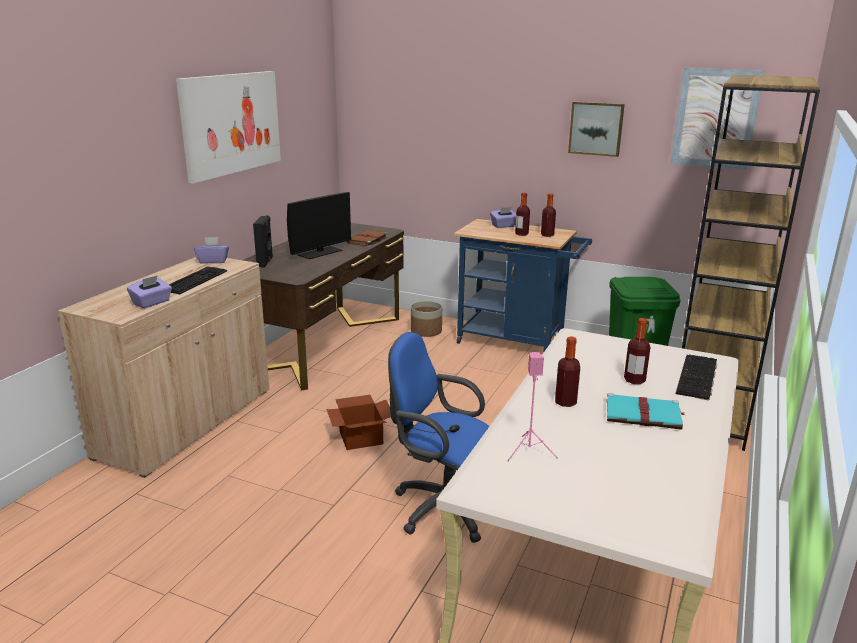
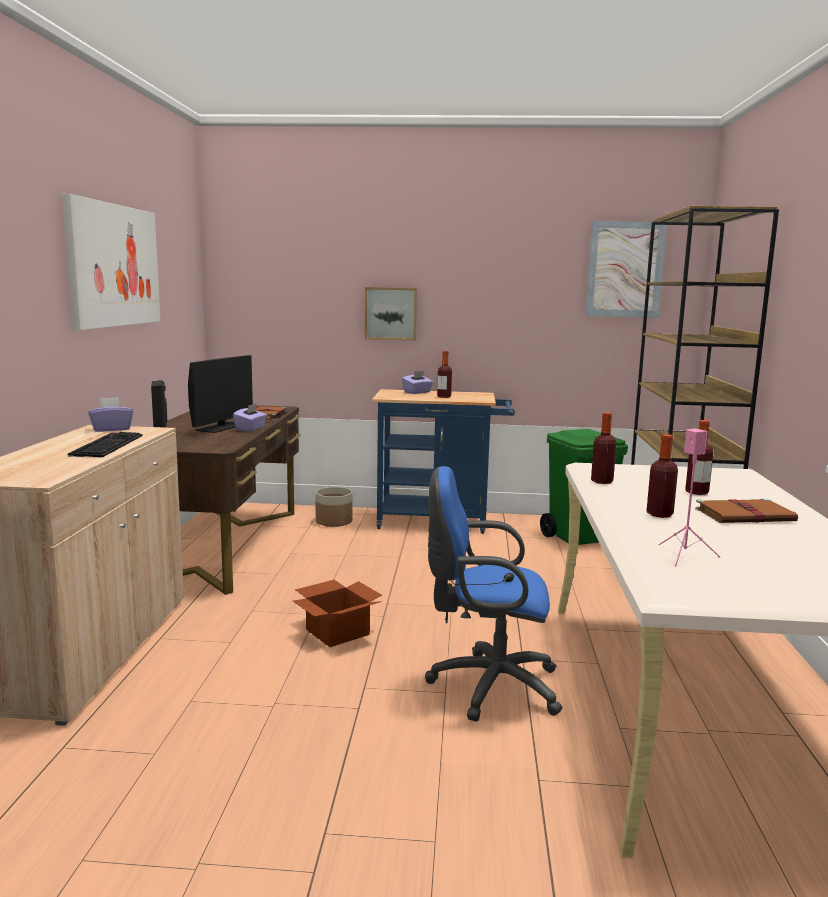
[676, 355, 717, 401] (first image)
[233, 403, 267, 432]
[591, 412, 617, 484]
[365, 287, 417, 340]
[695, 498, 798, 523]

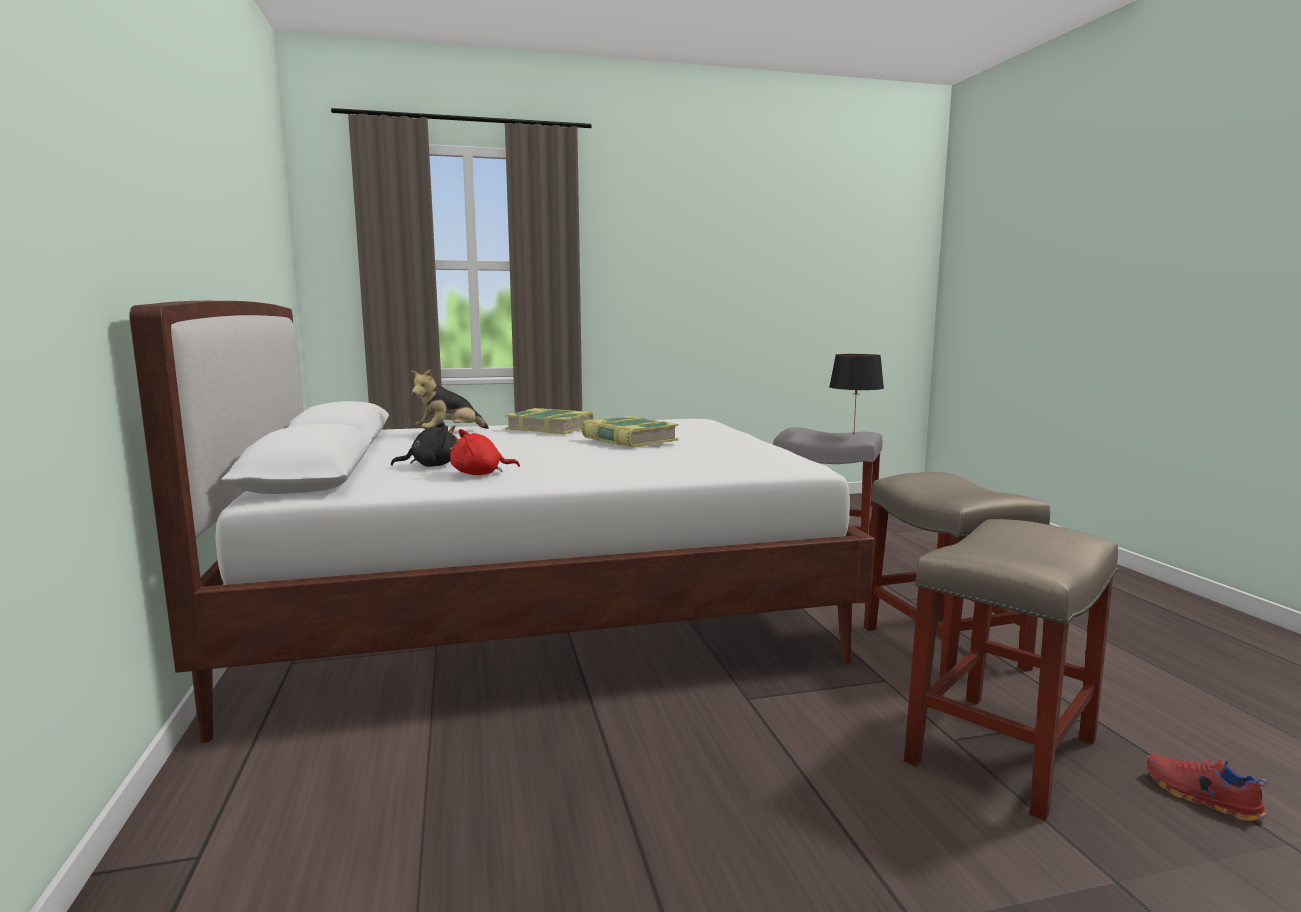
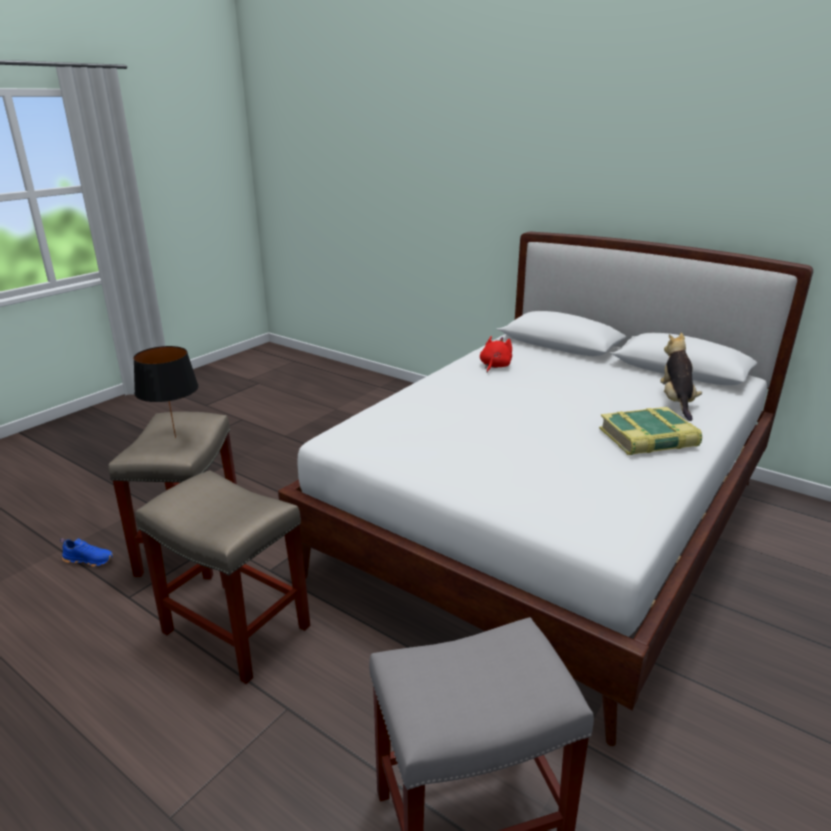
[391, 422, 456, 467] (first image)
[581, 416, 678, 448] (first image)
[133, 346, 199, 438]
[60, 538, 113, 567]

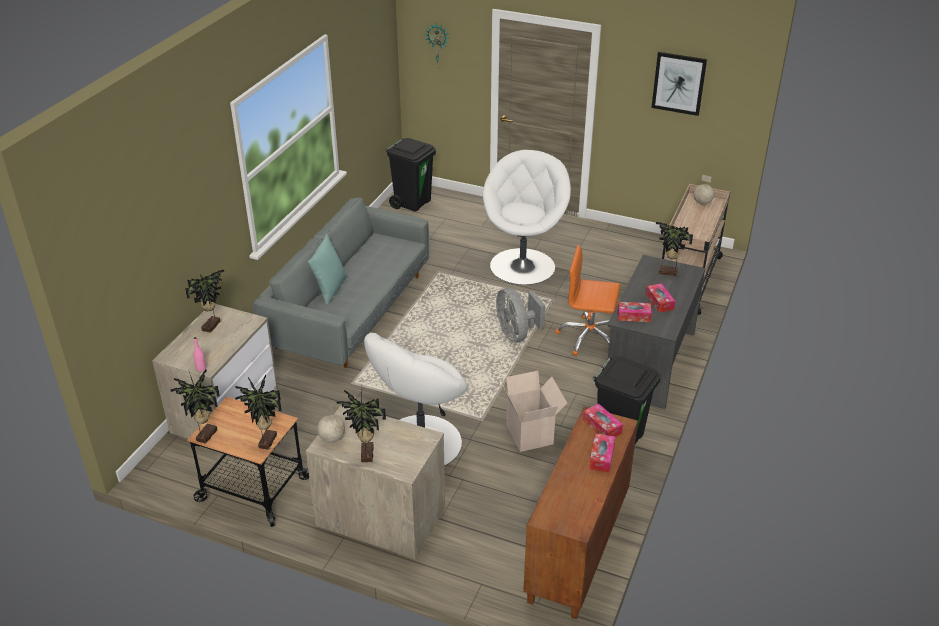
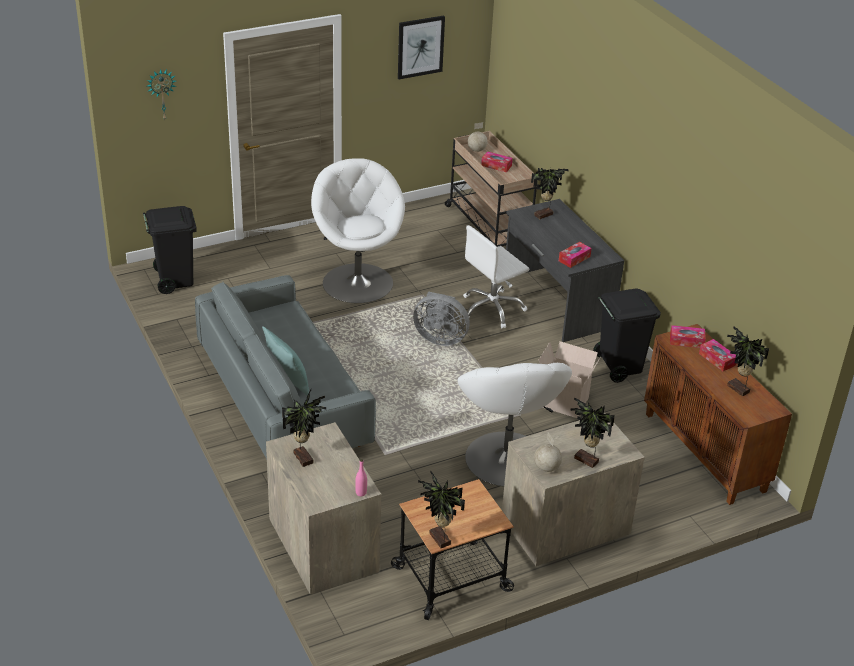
[727, 326, 769, 396]
[481, 151, 513, 172]
[463, 225, 529, 329]

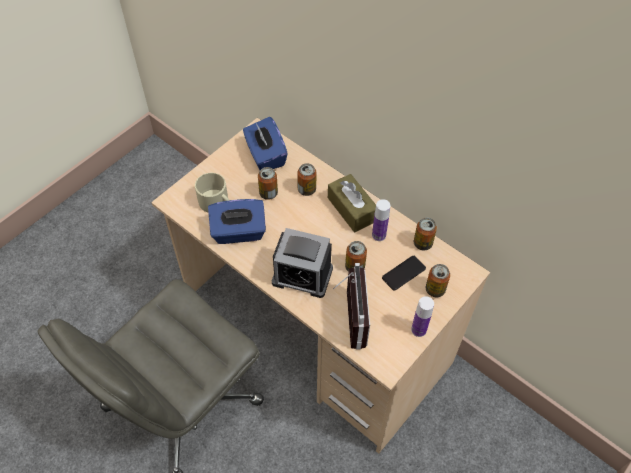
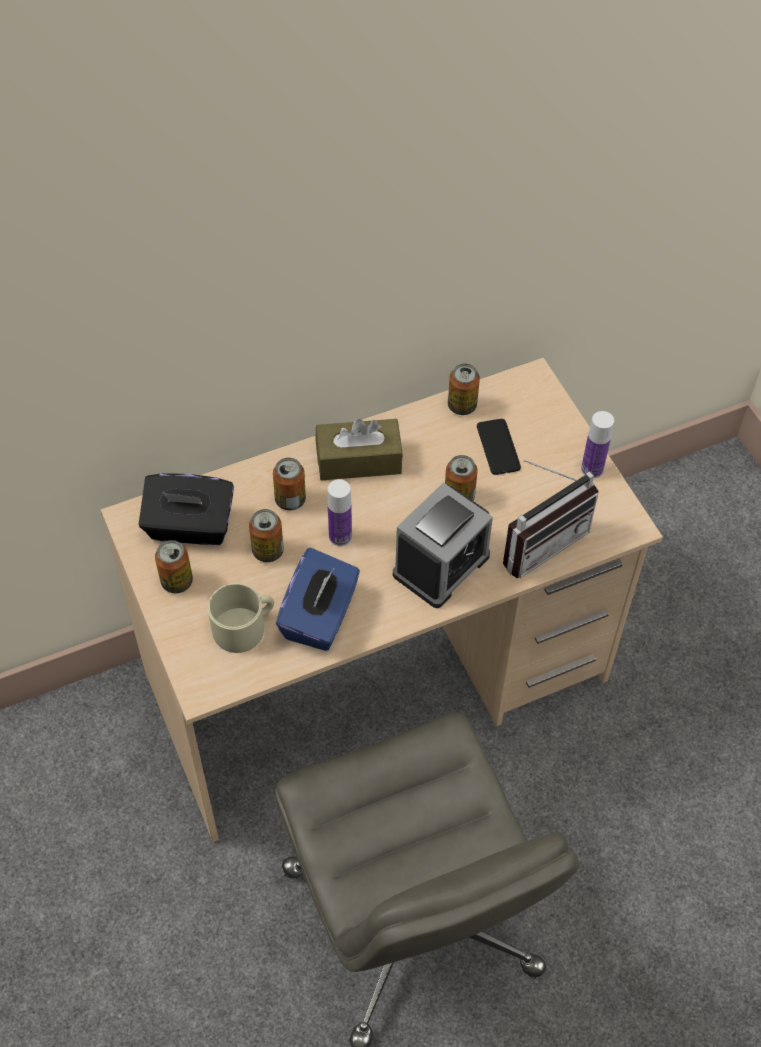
[328, 479, 352, 546]
[155, 540, 193, 593]
[139, 473, 234, 545]
[503, 460, 598, 579]

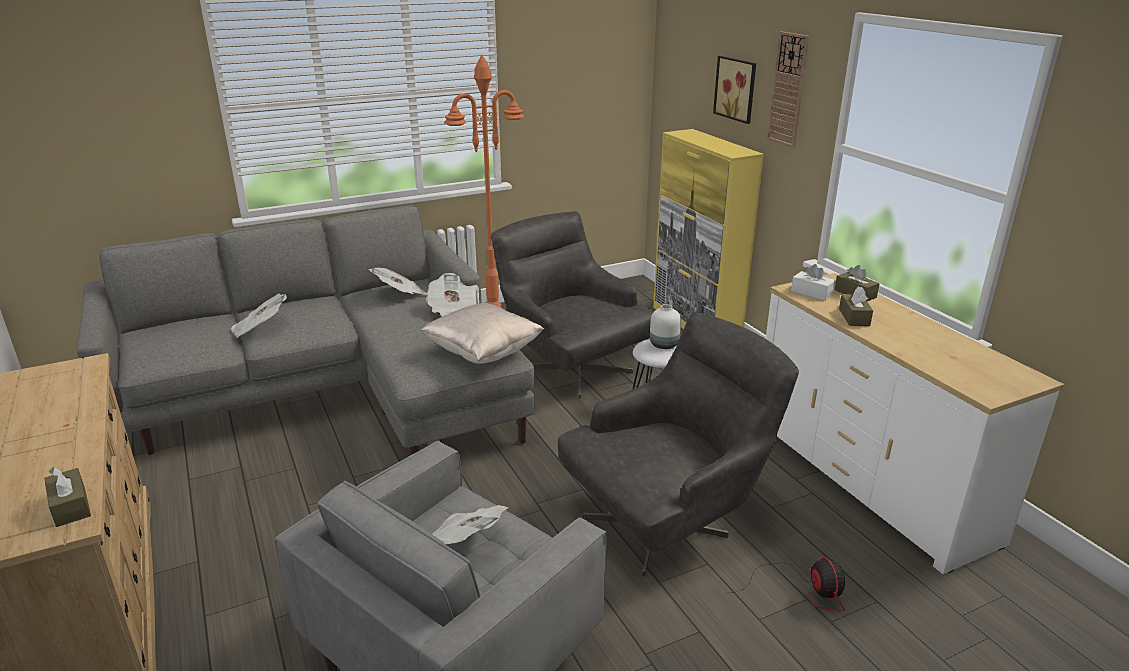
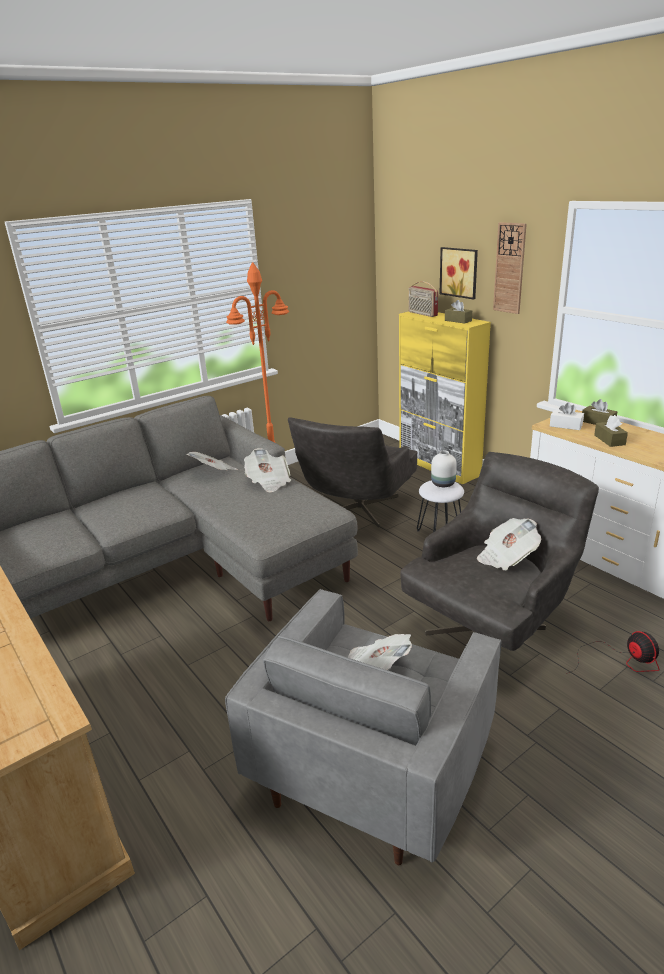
[421, 303, 544, 364] (first image)
[409, 282, 438, 317]
[445, 300, 472, 324]
[477, 518, 541, 570]
[288, 418, 417, 527]

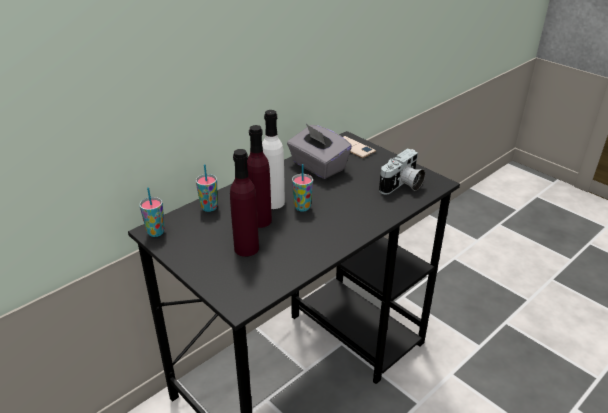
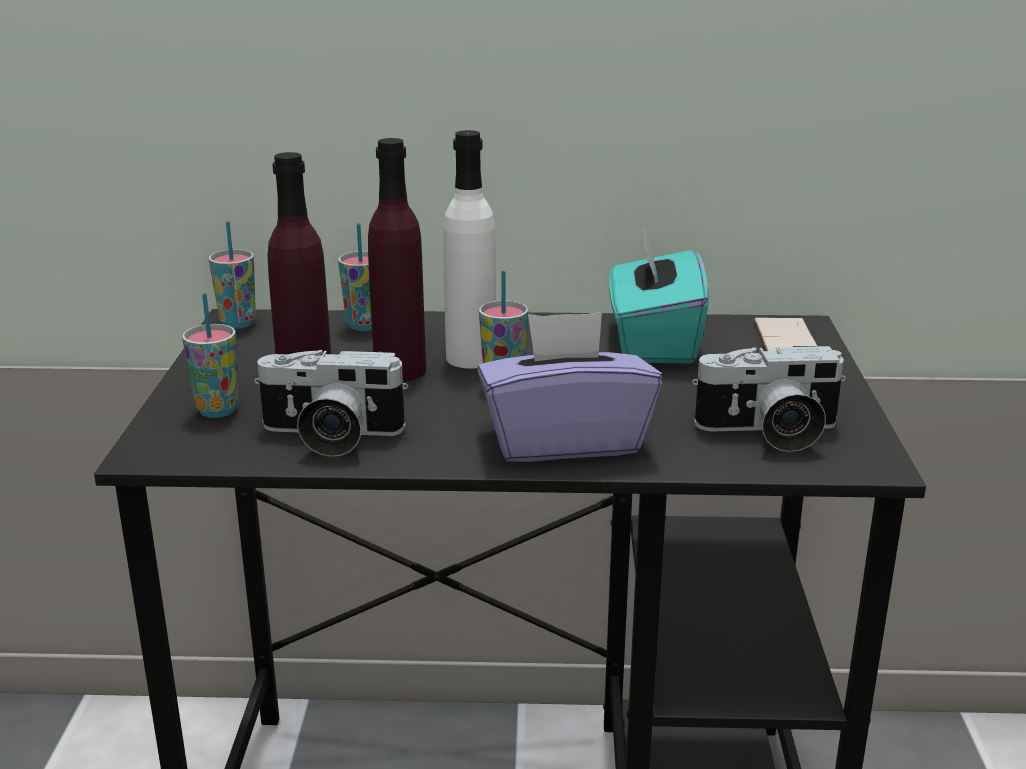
[182, 293, 239, 418]
[254, 350, 408, 457]
[477, 312, 663, 462]
[609, 229, 709, 364]

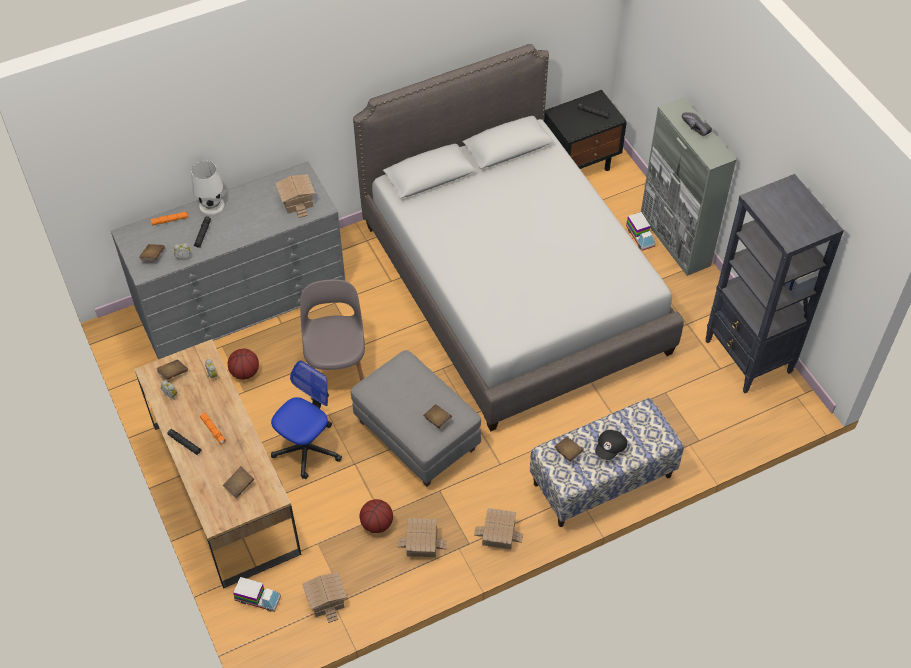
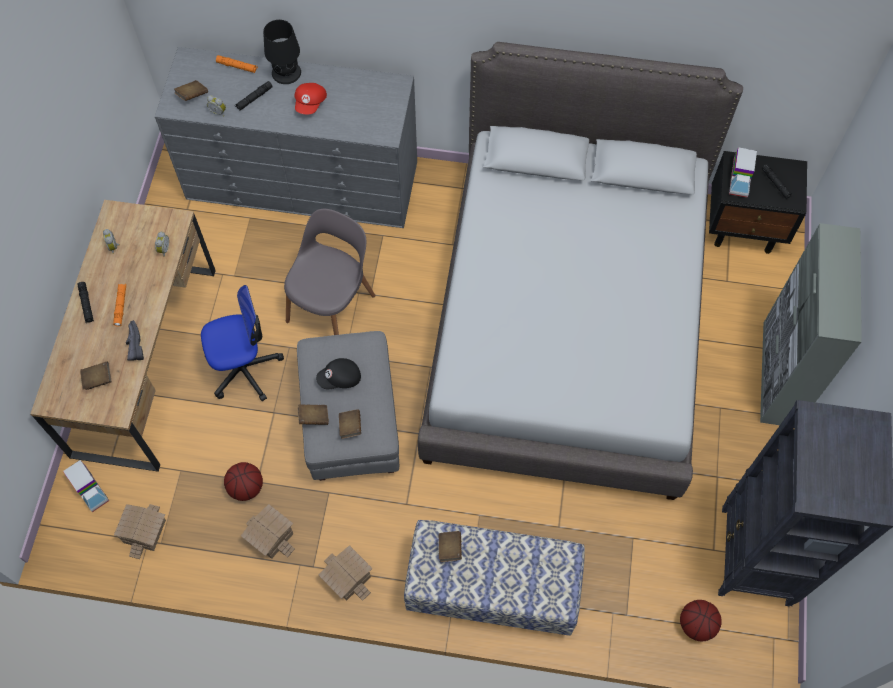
[275, 174, 315, 218] (first image)
[294, 83, 327, 114]
[298, 404, 329, 425]
[680, 600, 722, 641]
[316, 358, 361, 390]
[729, 147, 757, 198]
[126, 320, 144, 361]
[263, 20, 301, 84]

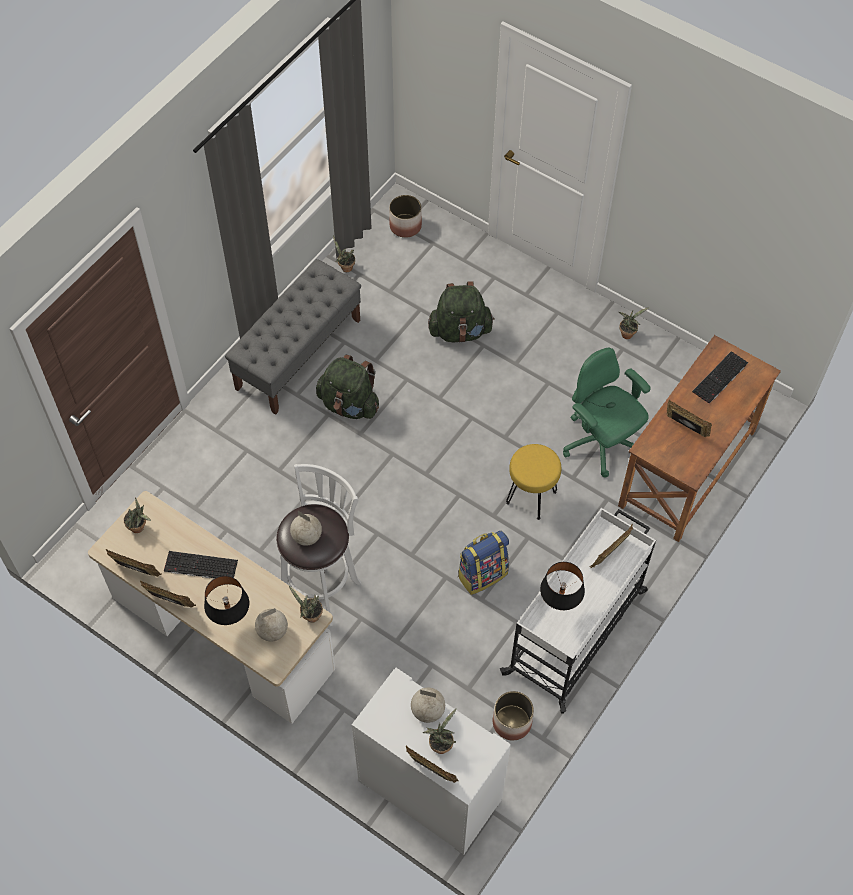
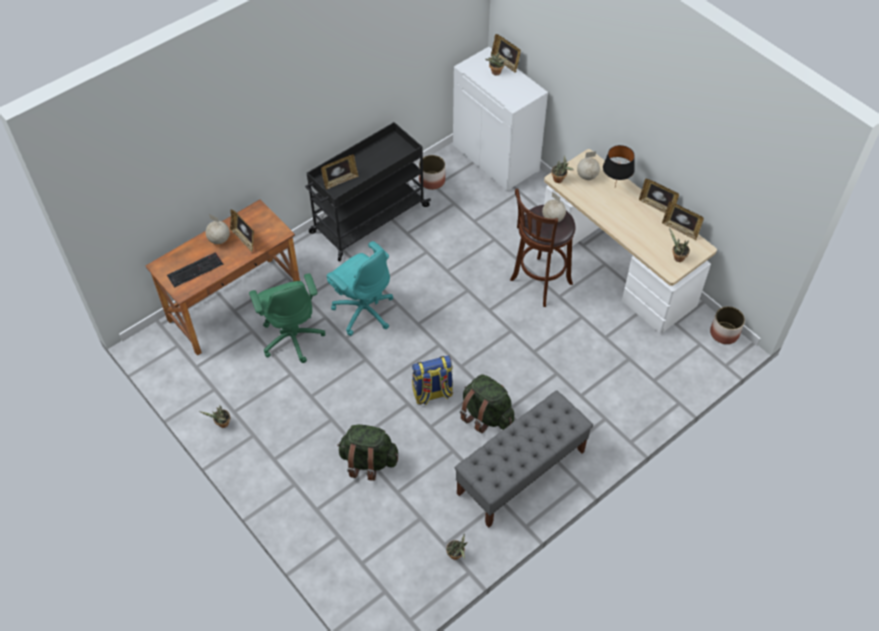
[164, 551, 238, 578] (first image)
[540, 562, 585, 610] (first image)
[710, 306, 745, 344]
[206, 214, 230, 244]
[412, 356, 453, 405]
[327, 241, 393, 336]
[510, 189, 576, 307]
[305, 122, 431, 261]

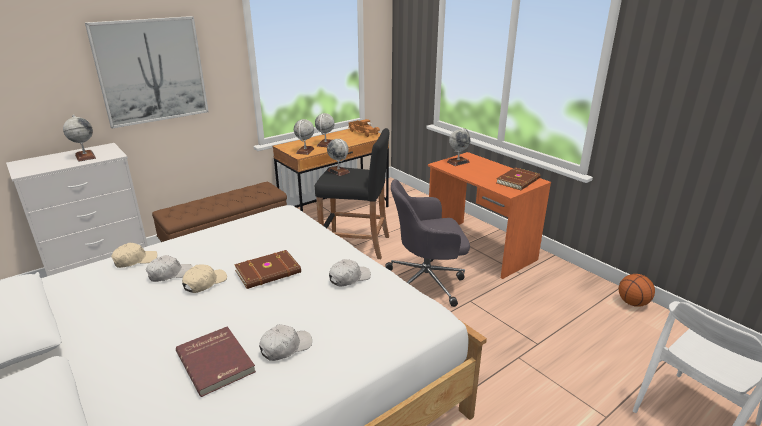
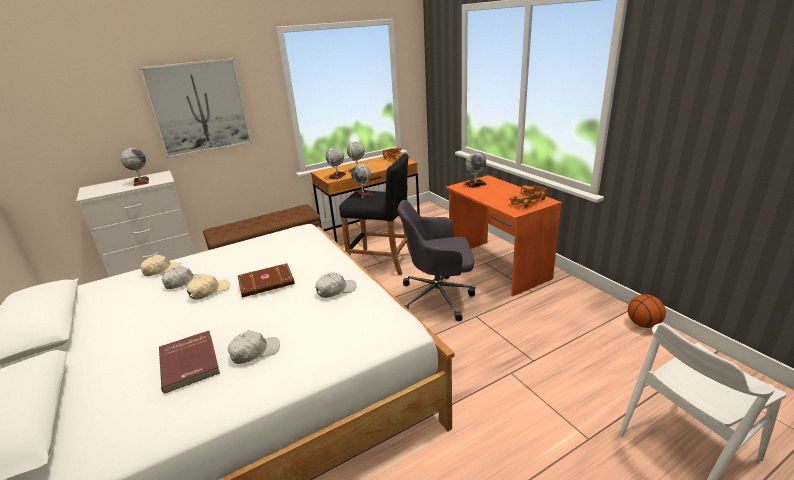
[509, 185, 547, 208]

